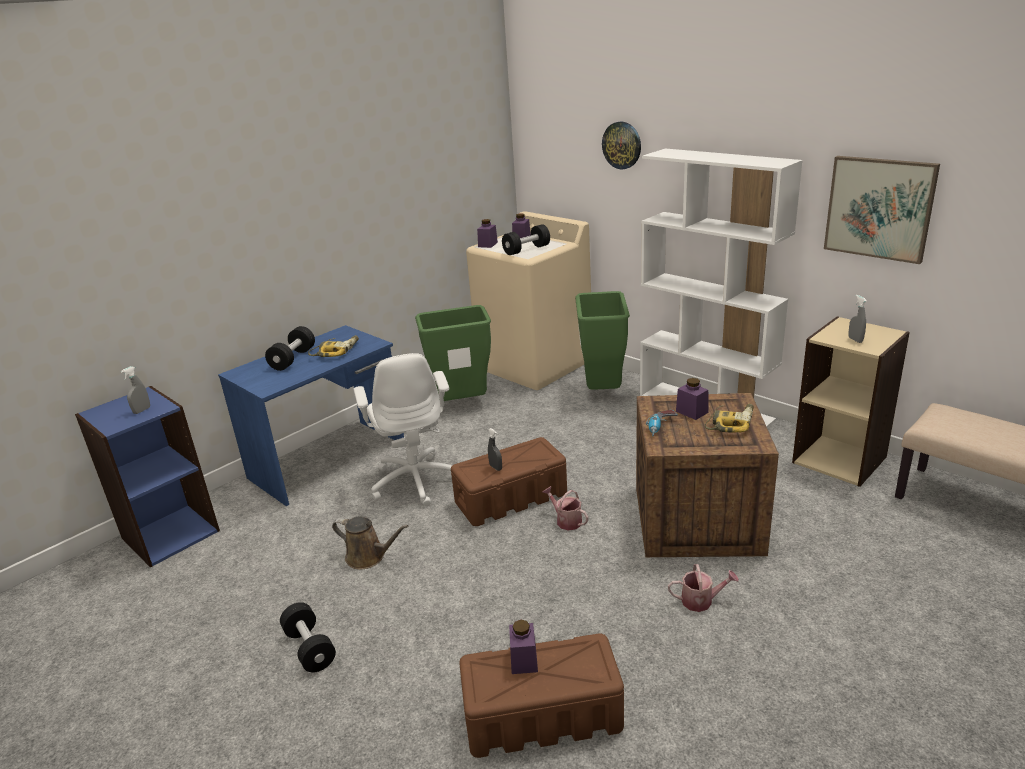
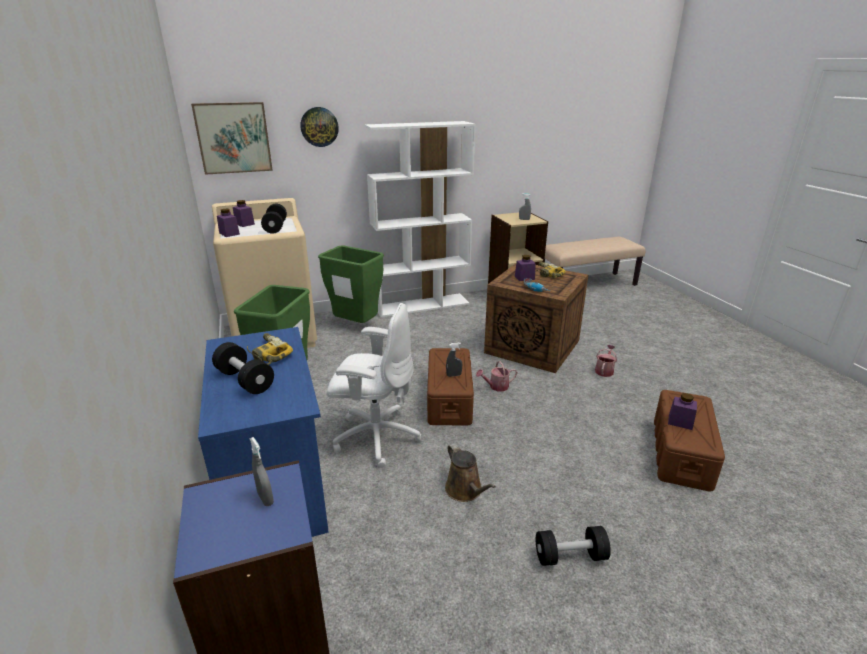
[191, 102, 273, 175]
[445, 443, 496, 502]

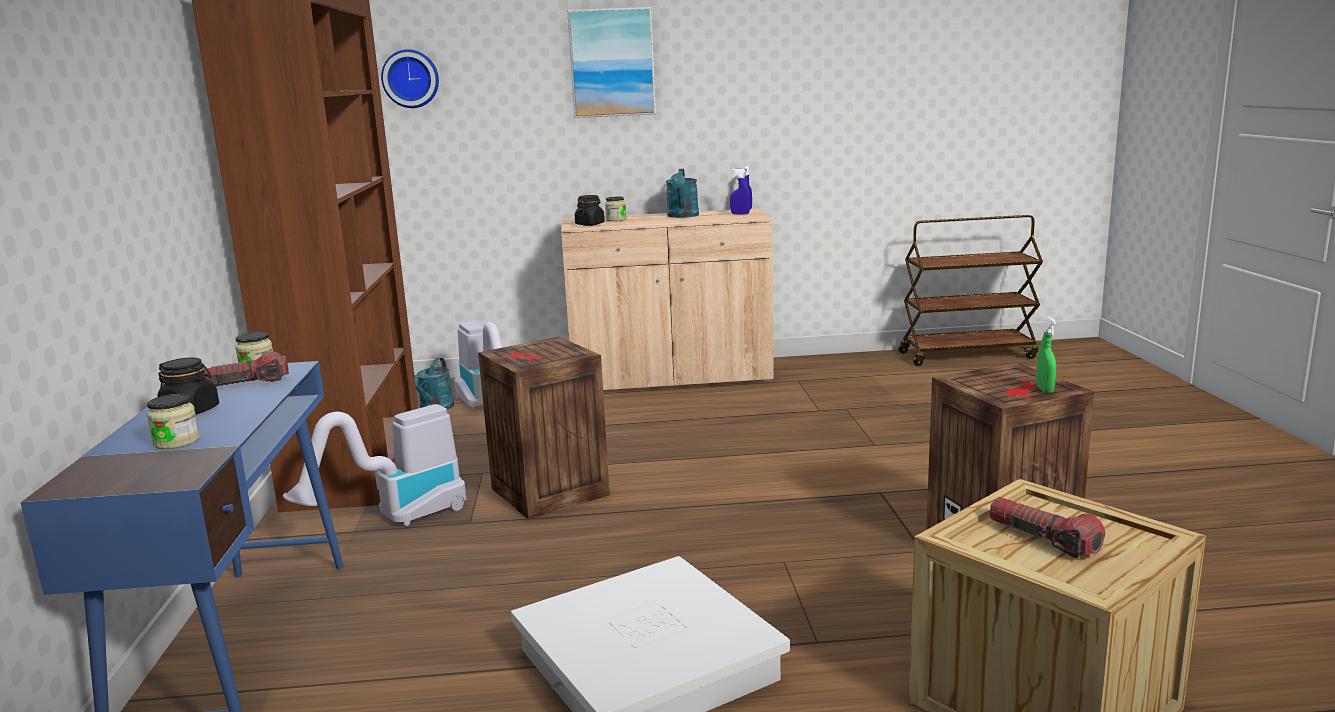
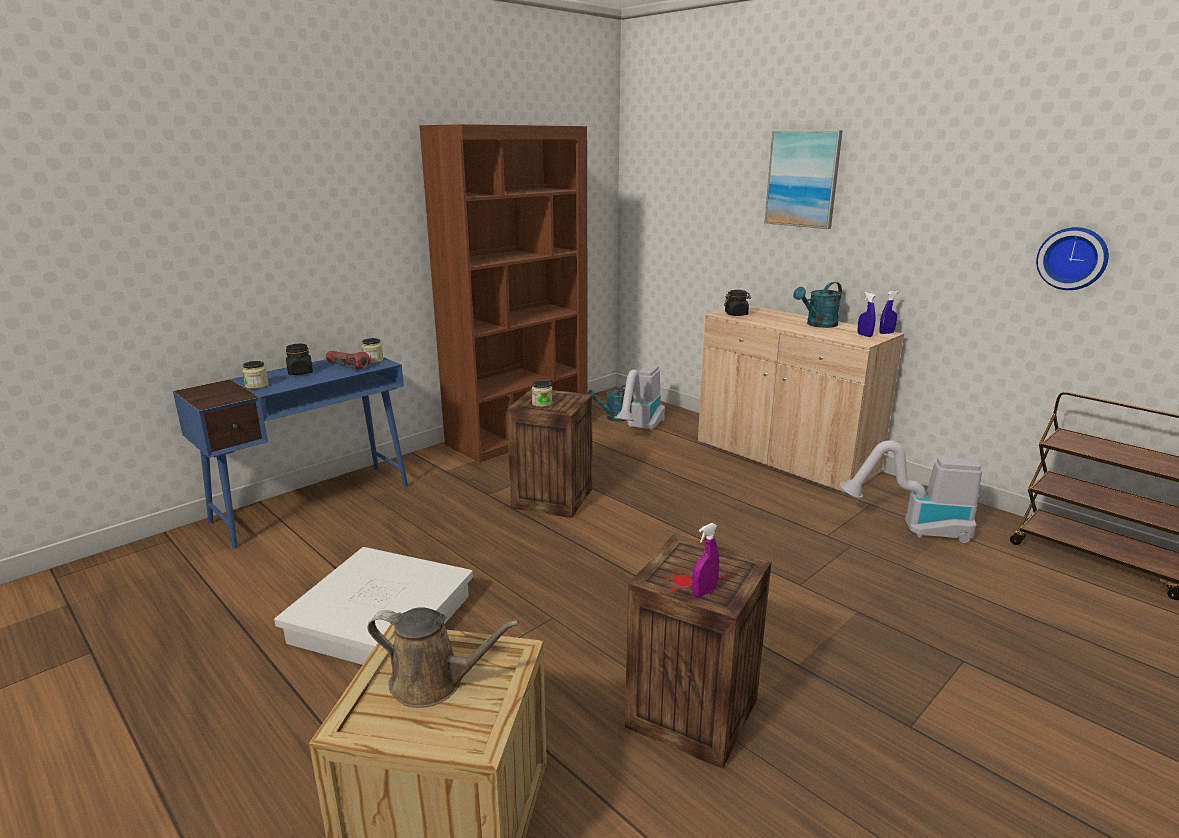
[840, 441, 982, 543]
[1036, 227, 1109, 290]
[532, 380, 553, 407]
[368, 607, 520, 708]
[692, 523, 719, 597]

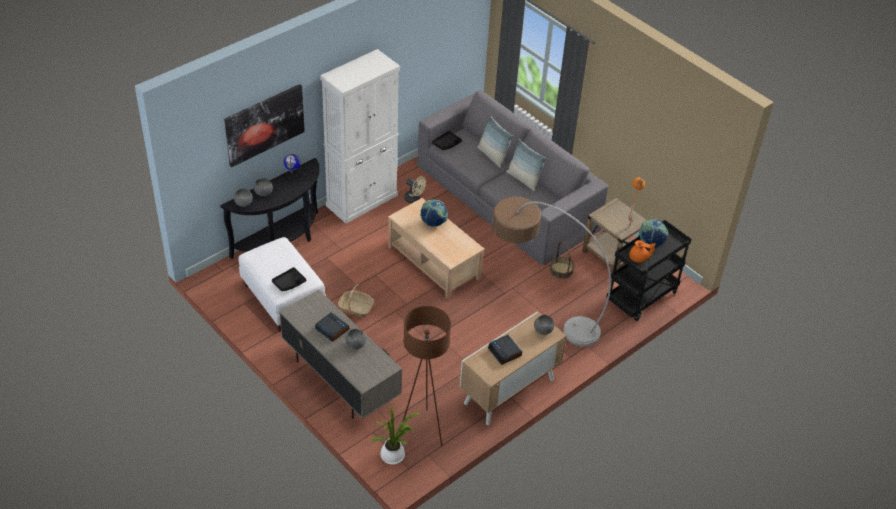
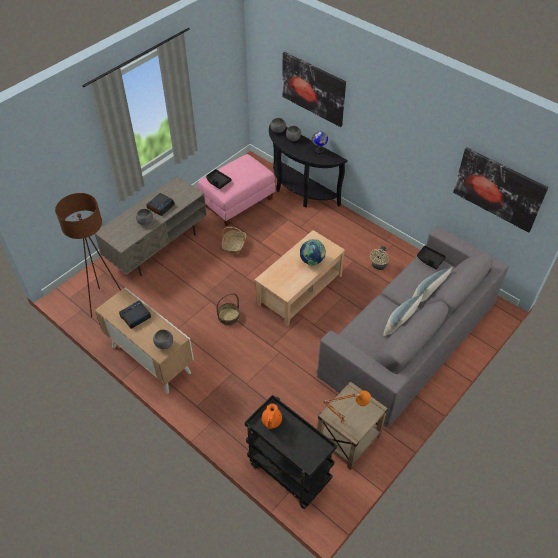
[320, 49, 400, 223] (first image)
[371, 405, 421, 464] (first image)
[492, 197, 611, 347] (first image)
[639, 219, 669, 247] (first image)
[453, 147, 548, 233]
[216, 293, 240, 326]
[198, 154, 276, 226]

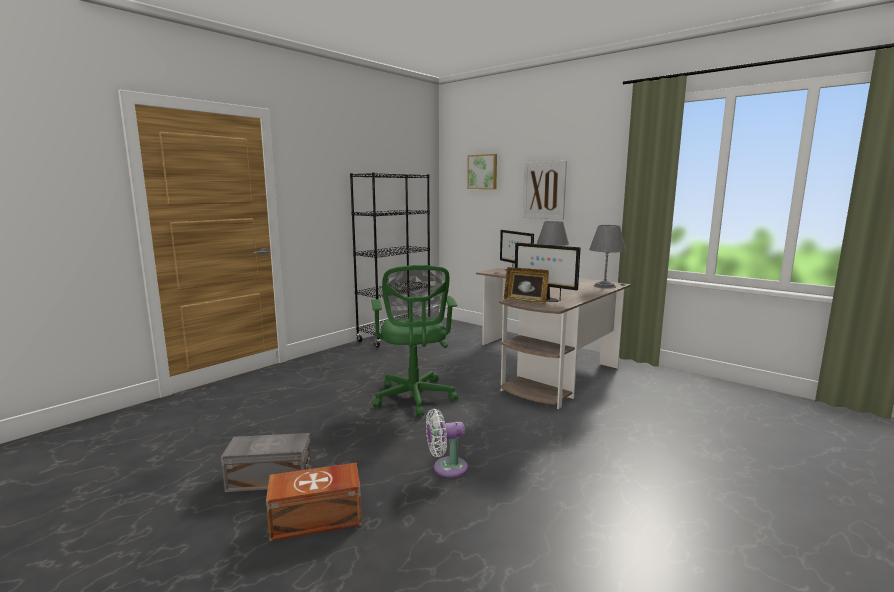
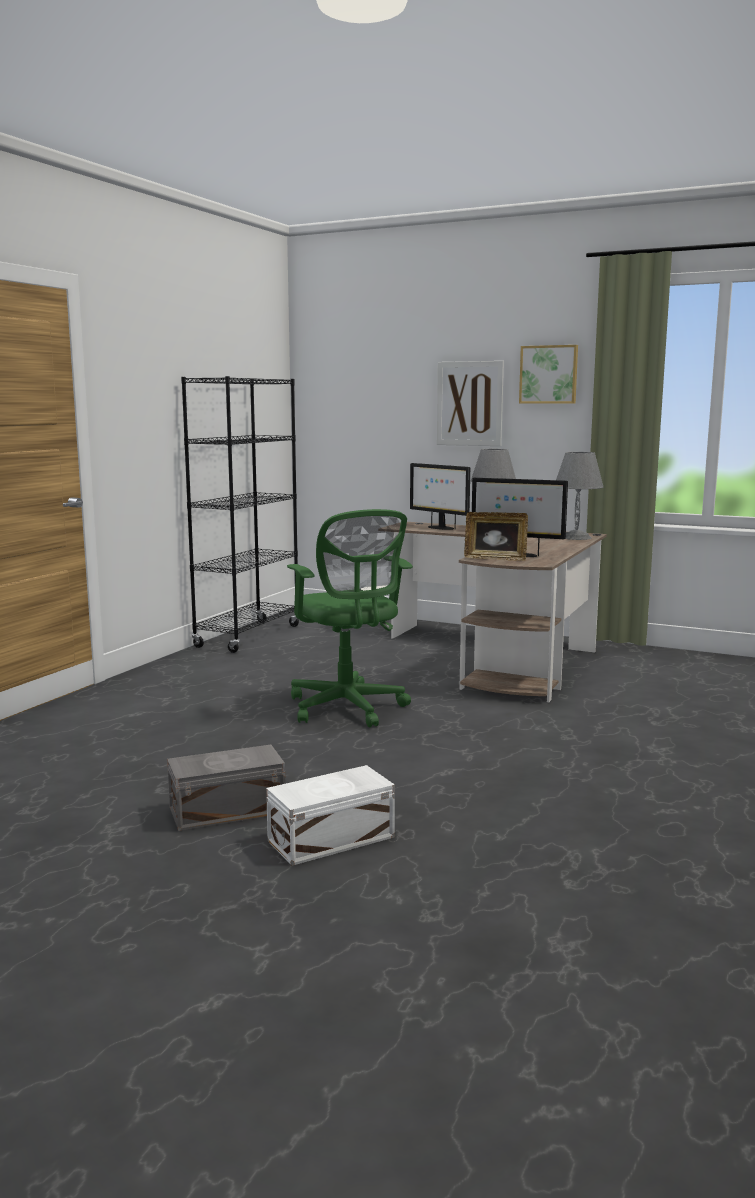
[426, 409, 468, 478] (first image)
[519, 345, 578, 404]
[266, 765, 395, 866]

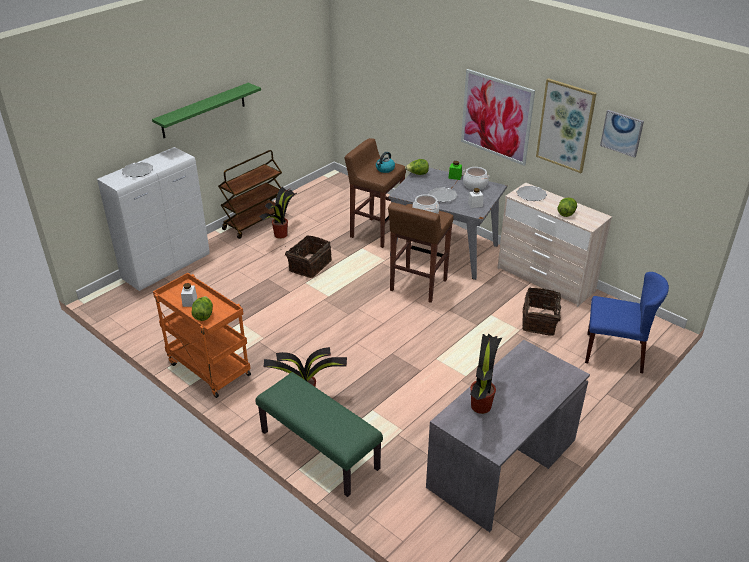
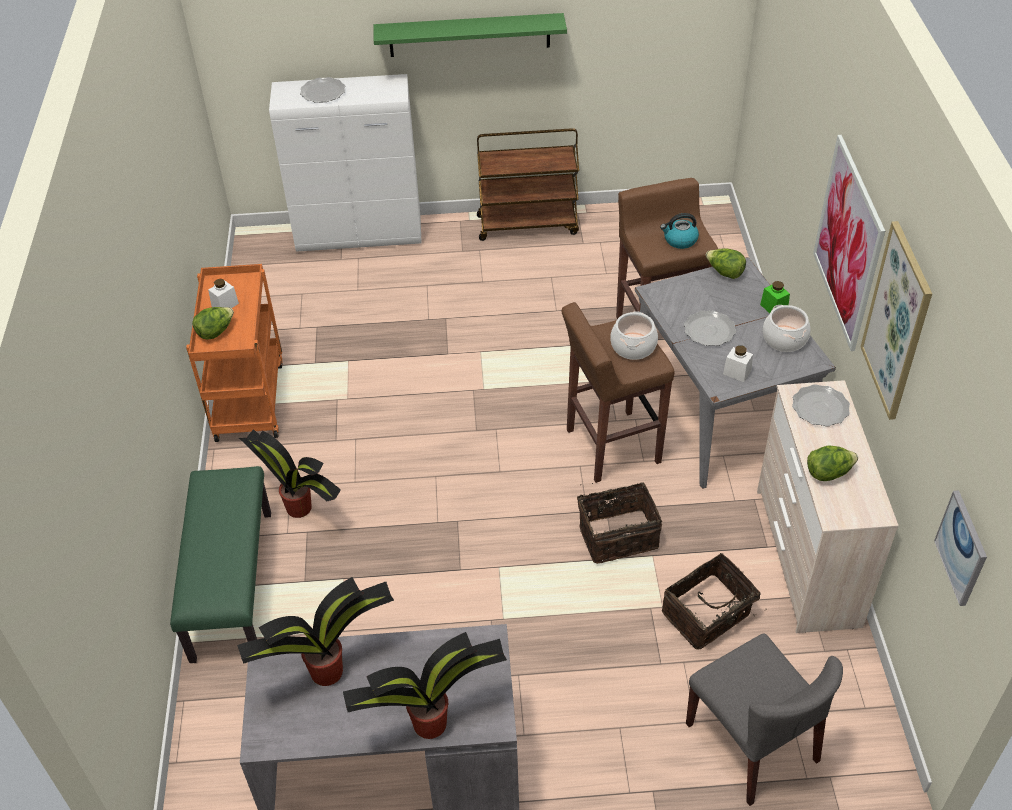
[343, 632, 507, 739]
[577, 482, 662, 564]
[934, 490, 987, 606]
[686, 634, 843, 806]

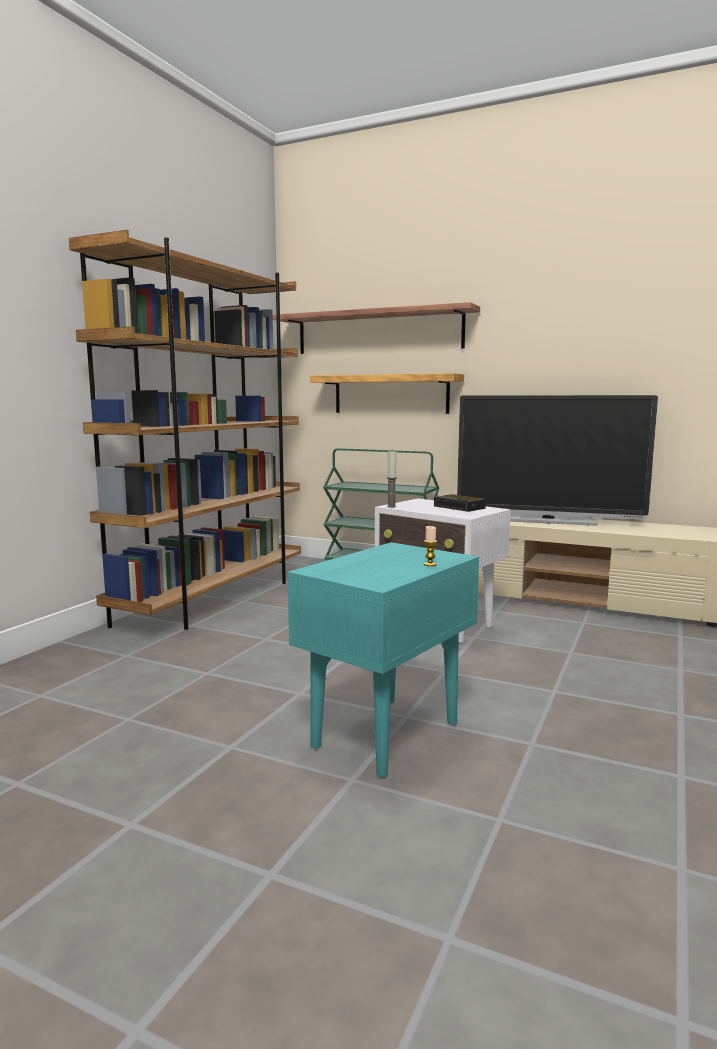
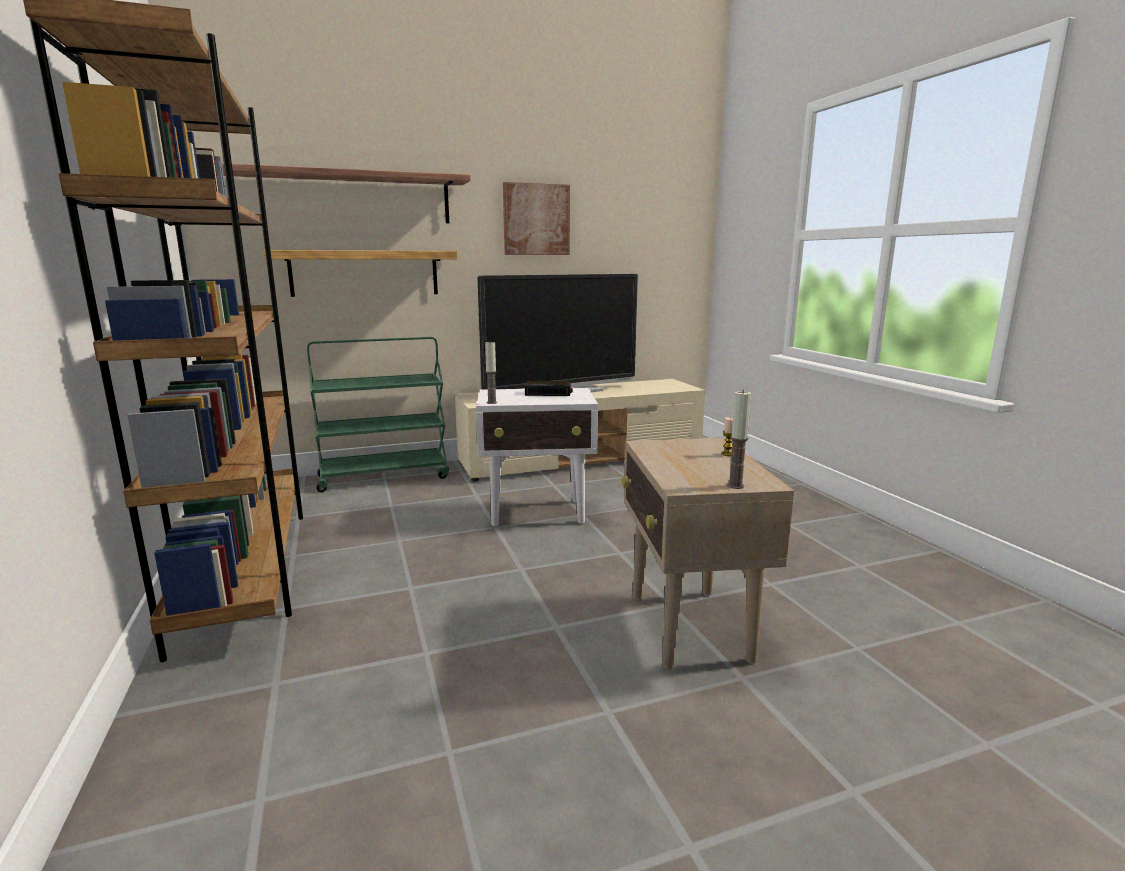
[503, 182, 570, 255]
[727, 390, 751, 489]
[622, 438, 794, 670]

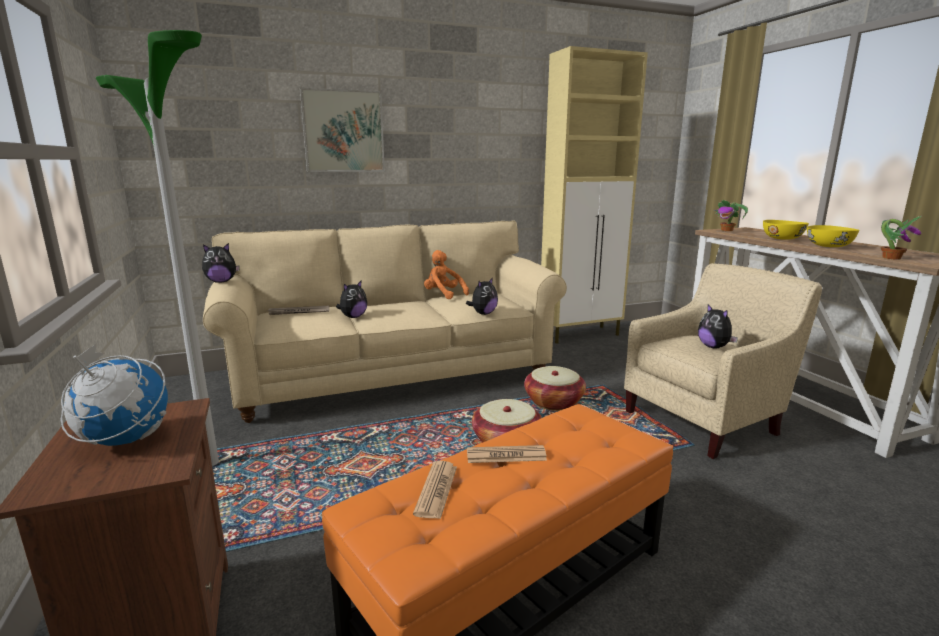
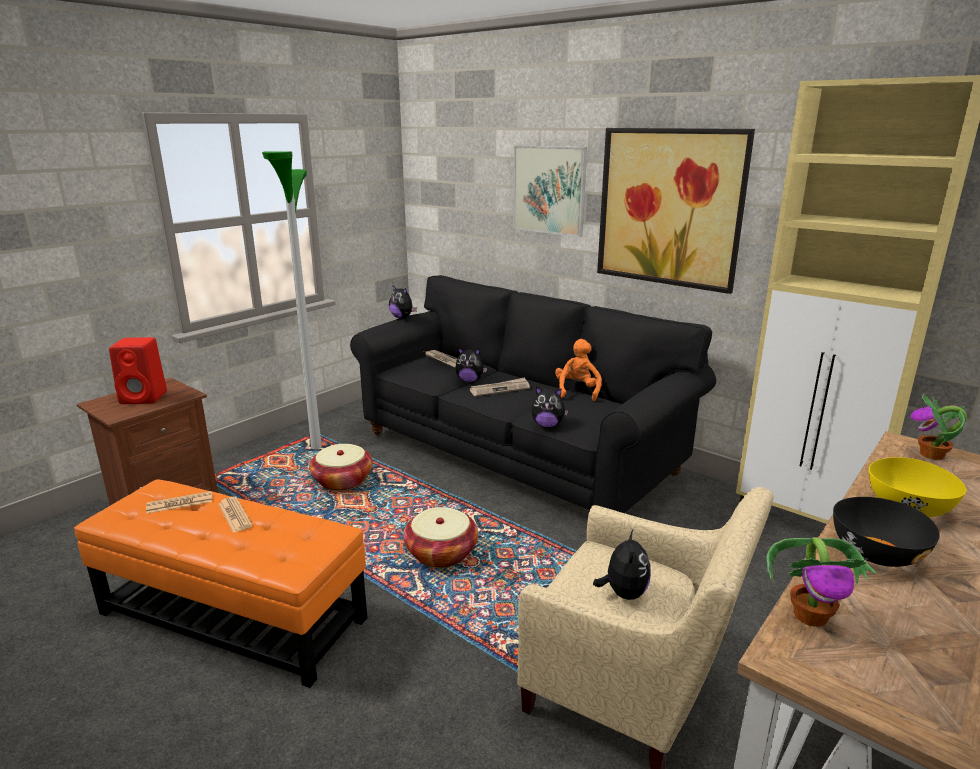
[470, 377, 530, 396]
[597, 128, 755, 294]
[309, 444, 373, 491]
[109, 337, 167, 404]
[350, 275, 716, 513]
[833, 497, 940, 567]
[593, 530, 651, 600]

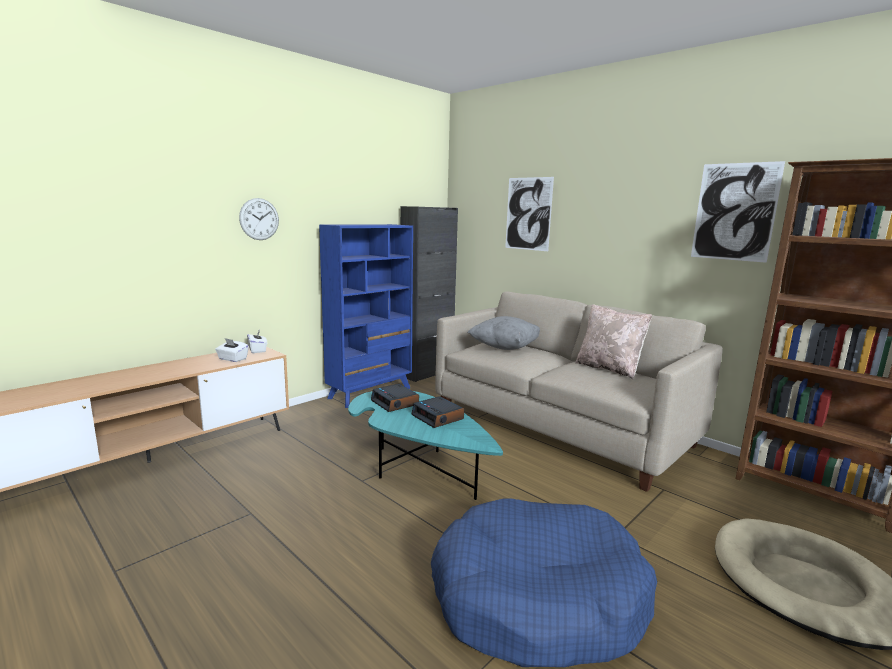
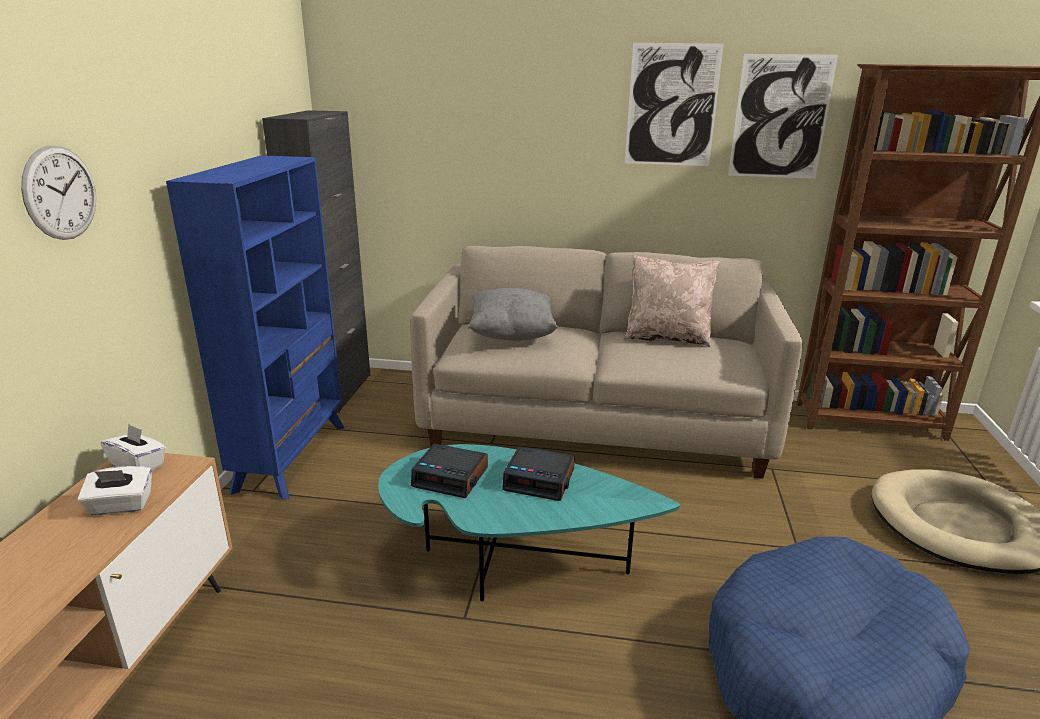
[625, 43, 724, 166]

